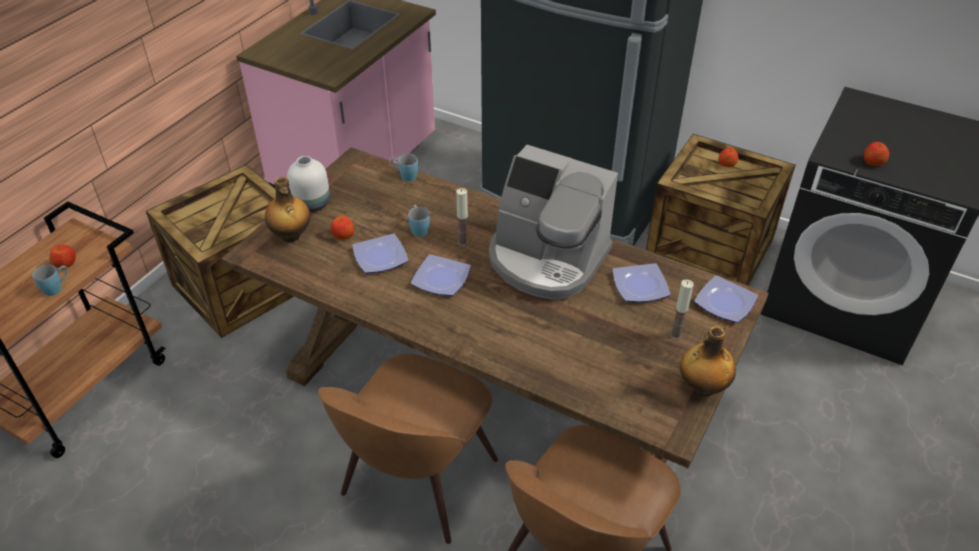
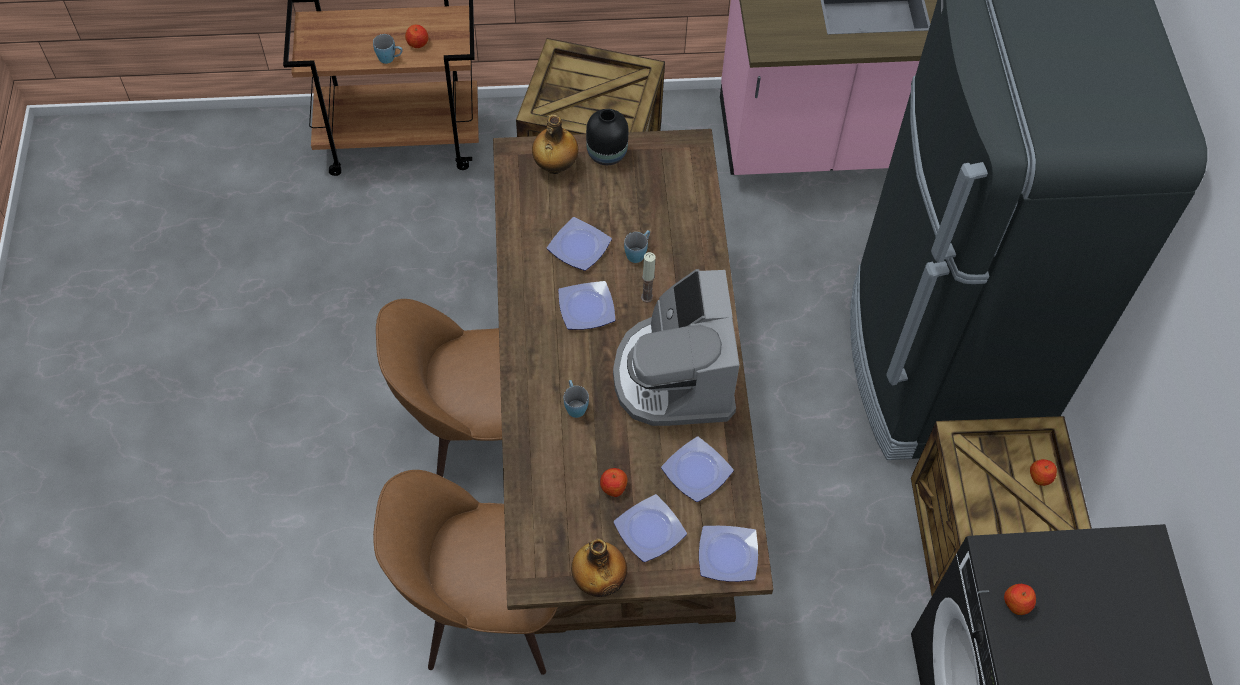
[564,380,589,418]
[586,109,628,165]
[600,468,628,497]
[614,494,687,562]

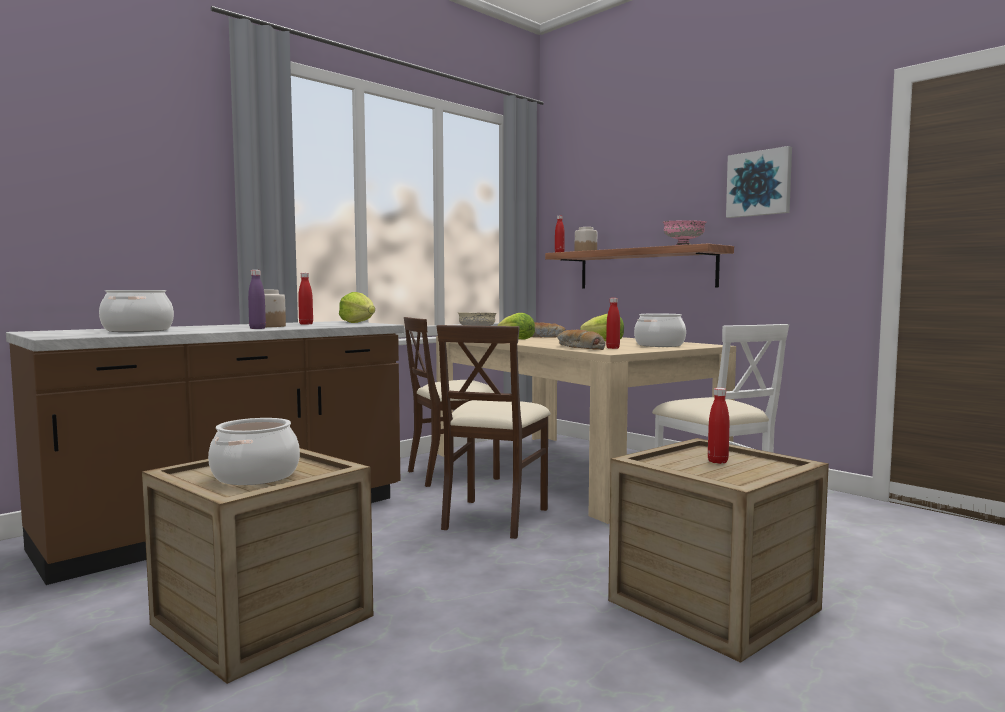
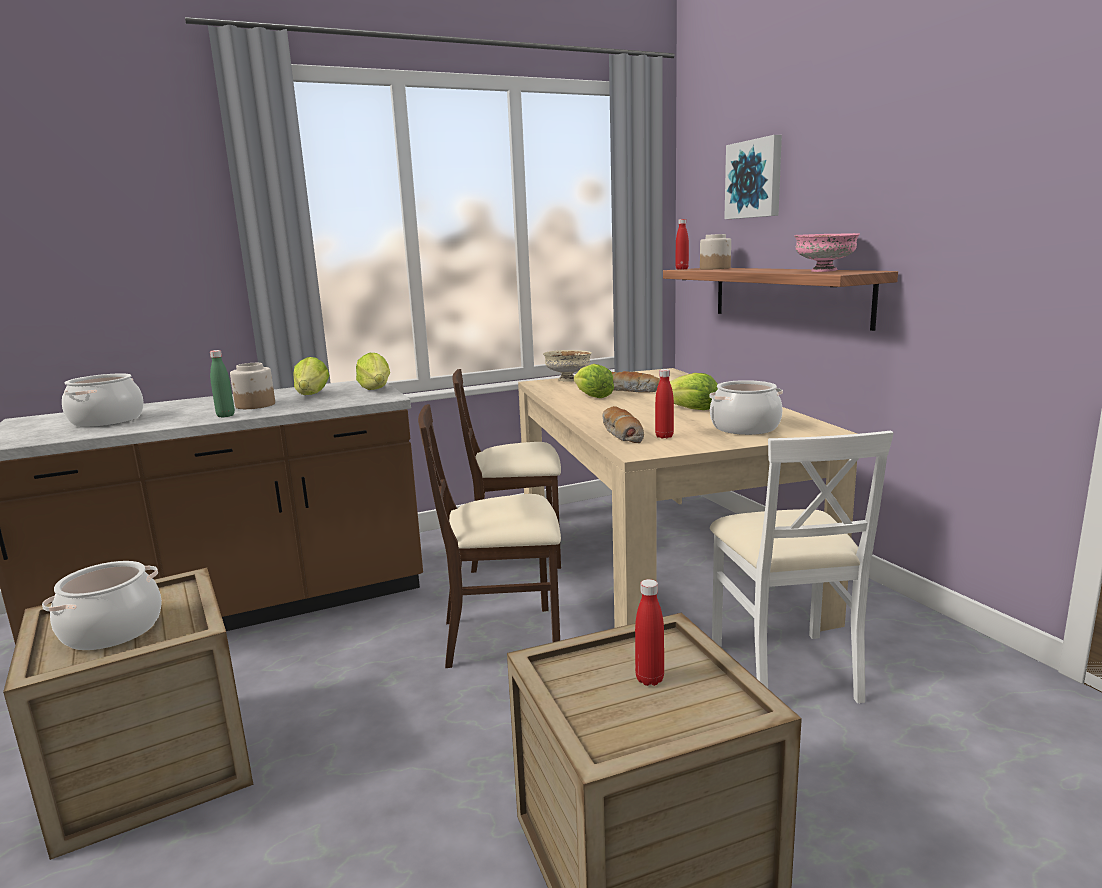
[210,350,235,417]
[293,357,330,395]
[418,404,561,668]
[724,135,782,219]

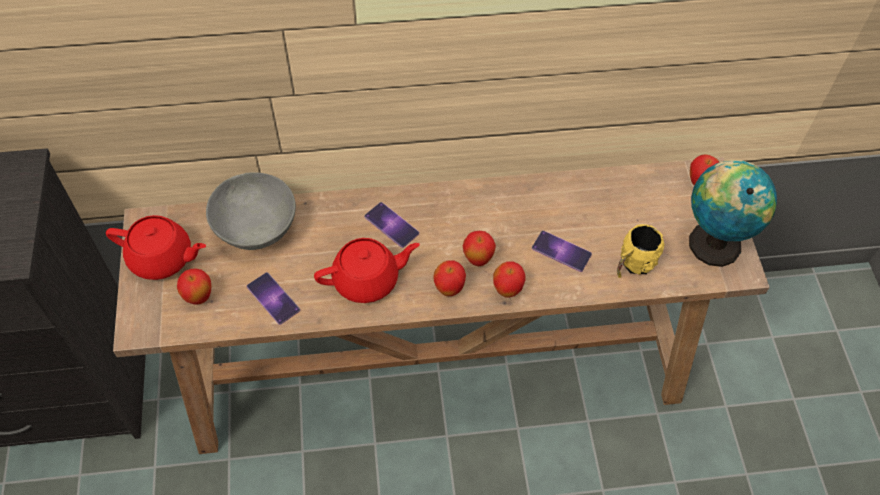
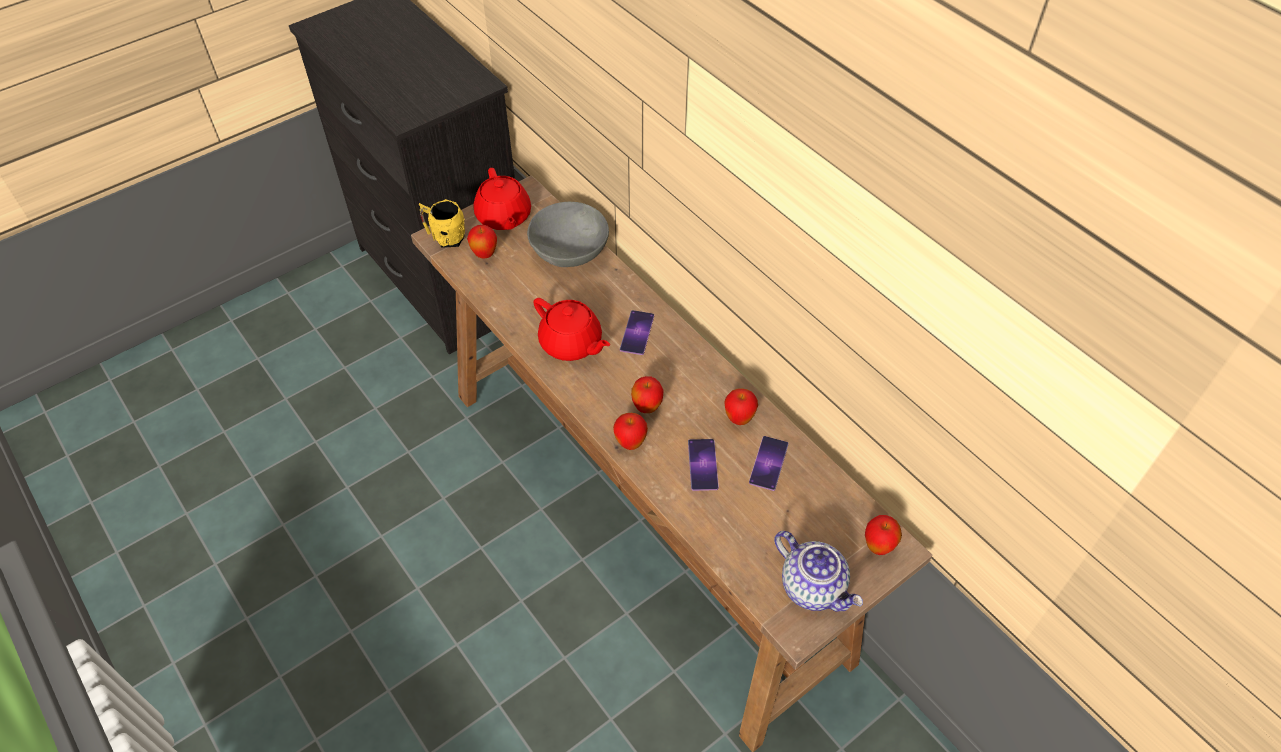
[419,199,465,248]
[724,389,758,425]
[749,436,789,491]
[774,531,863,611]

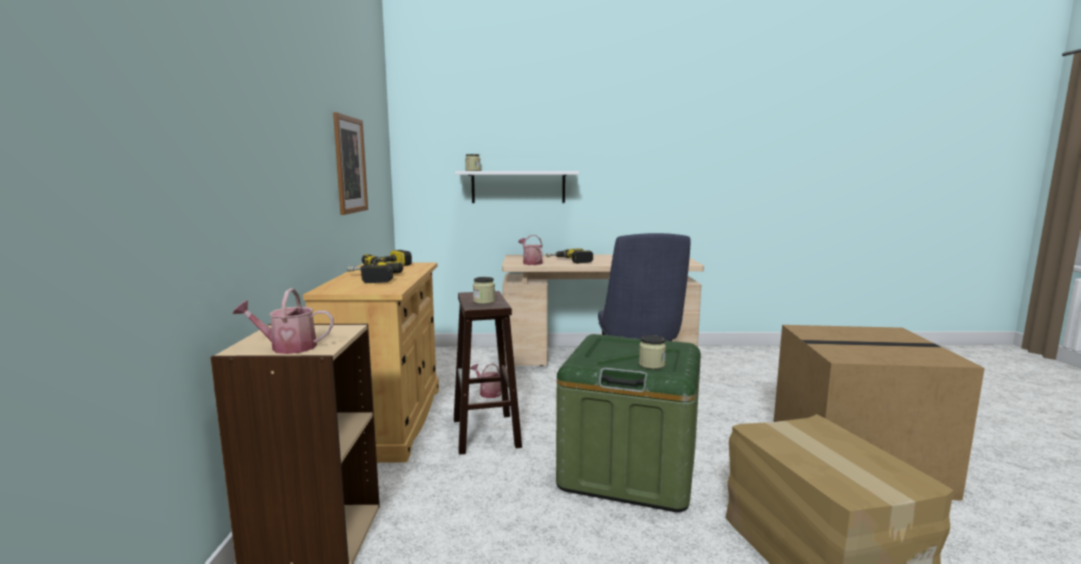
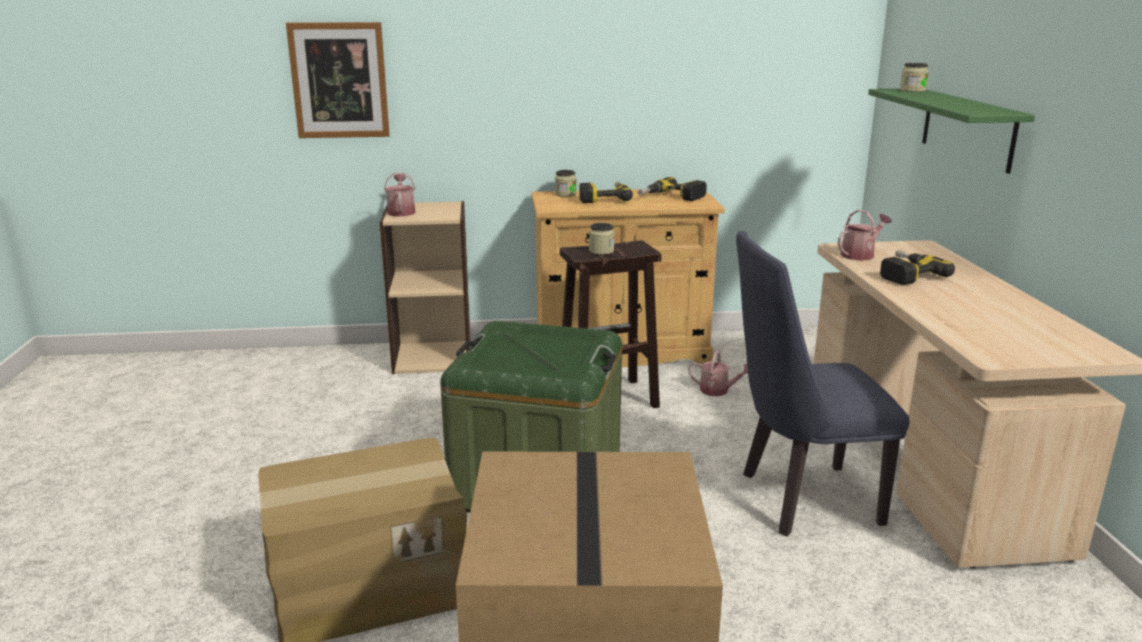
[286,22,390,138]
[555,170,577,197]
[688,351,748,396]
[868,89,1035,174]

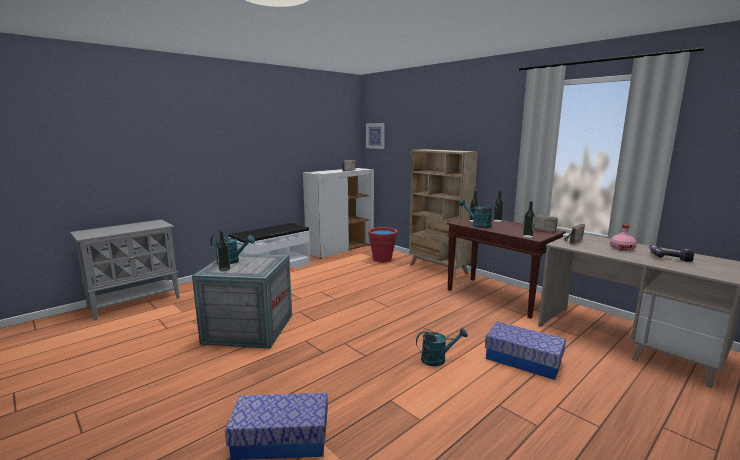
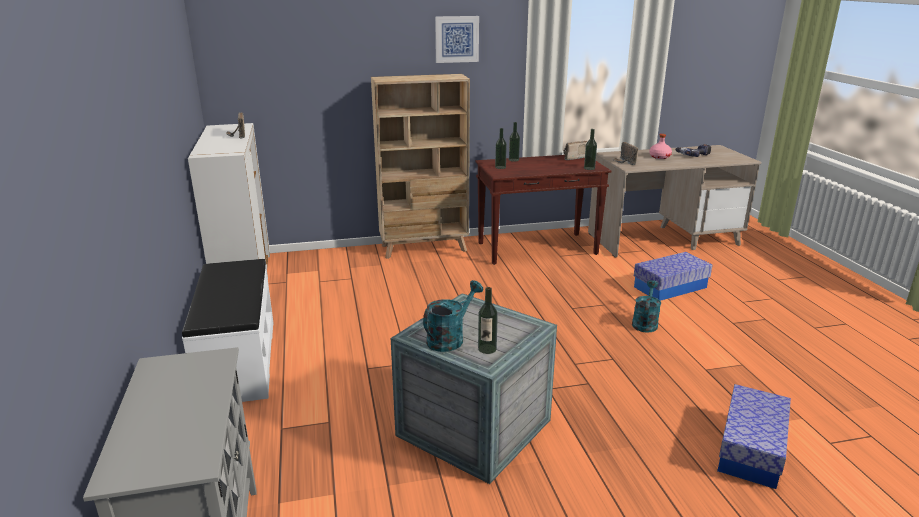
[435,16,479,63]
[368,227,398,262] (first image)
[459,199,498,228] (first image)

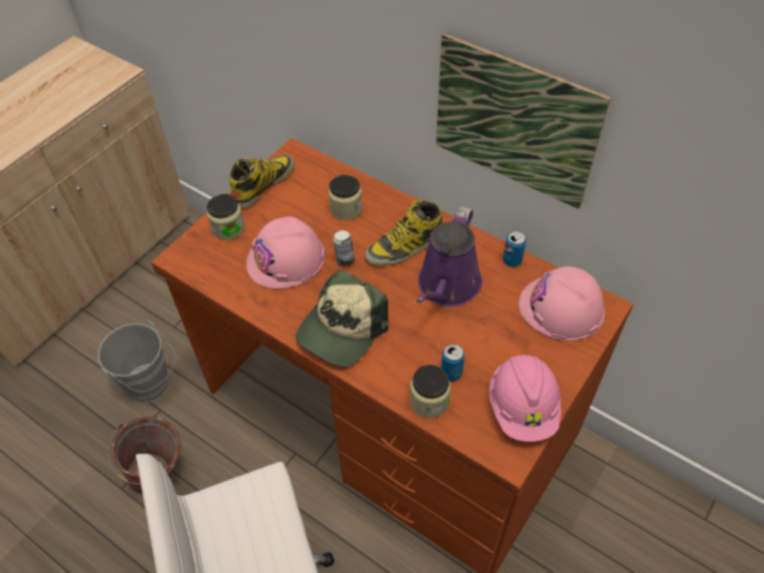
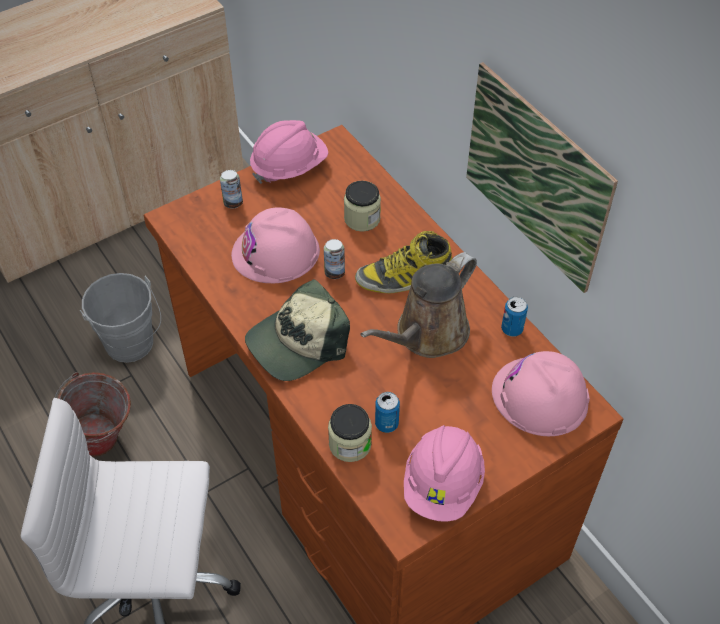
[220,170,243,209]
[250,120,328,184]
[360,252,477,358]

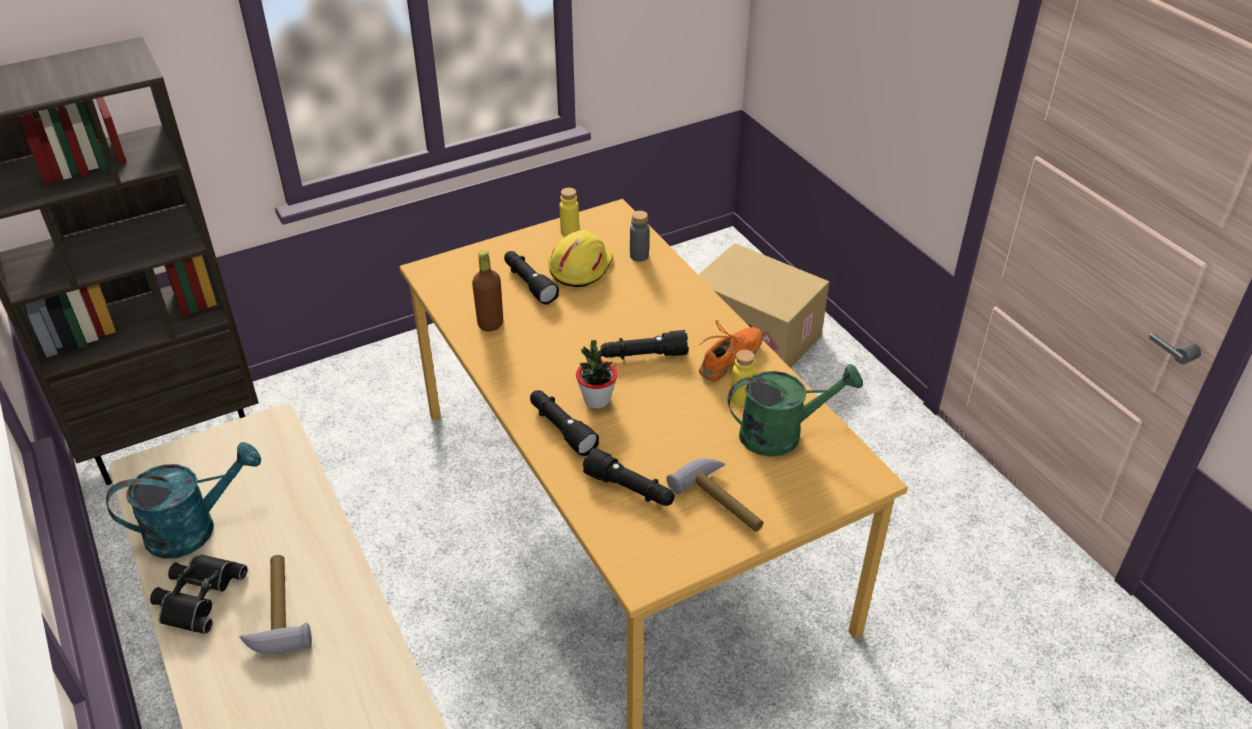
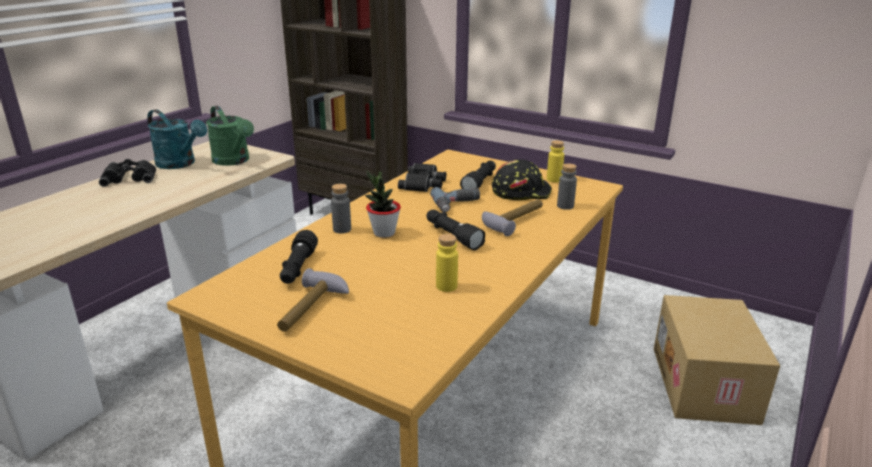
[206,106,254,166]
[331,184,351,234]
[398,163,446,192]
[430,187,480,212]
[482,199,543,236]
[492,159,552,200]
[699,320,763,381] (first image)

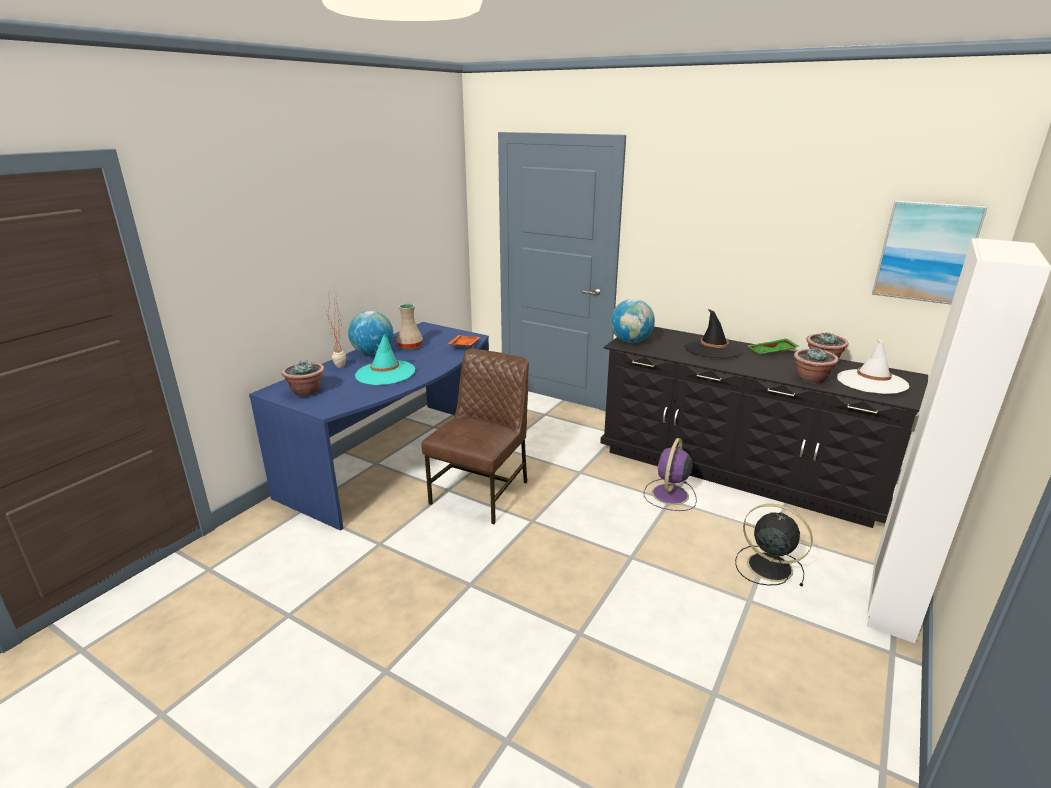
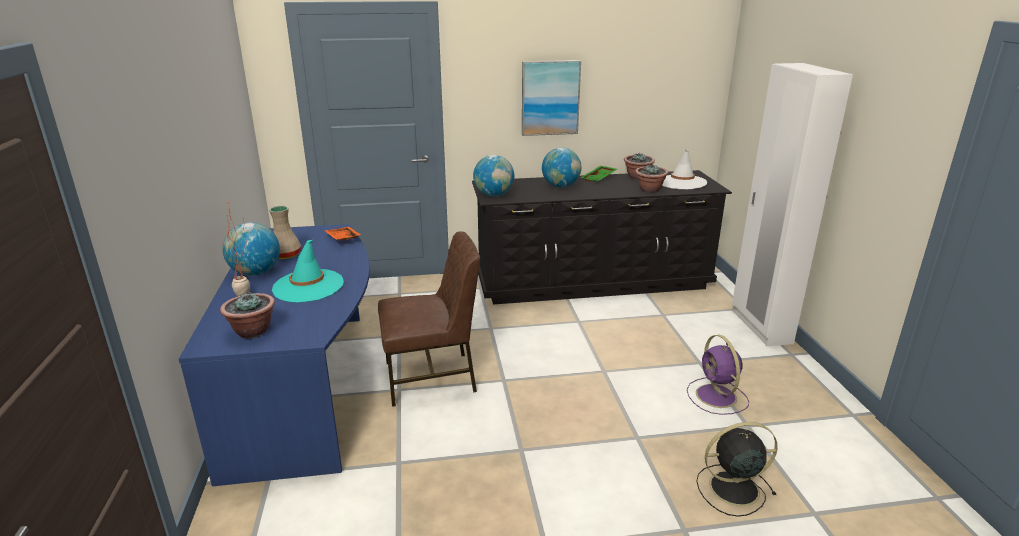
[378,231,480,407]
[522,60,581,136]
[542,147,581,188]
[687,335,749,415]
[696,422,778,517]

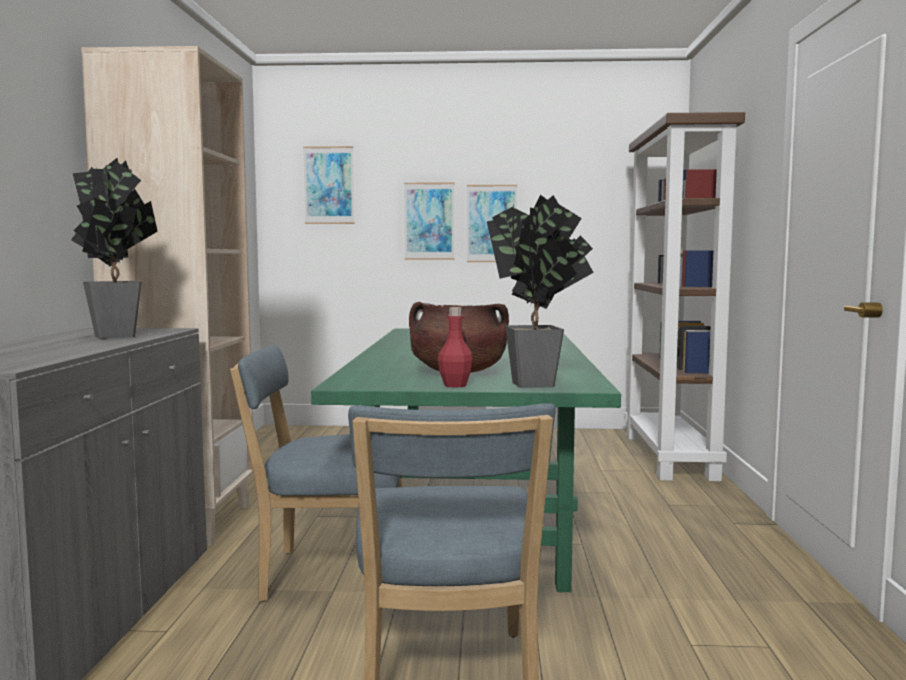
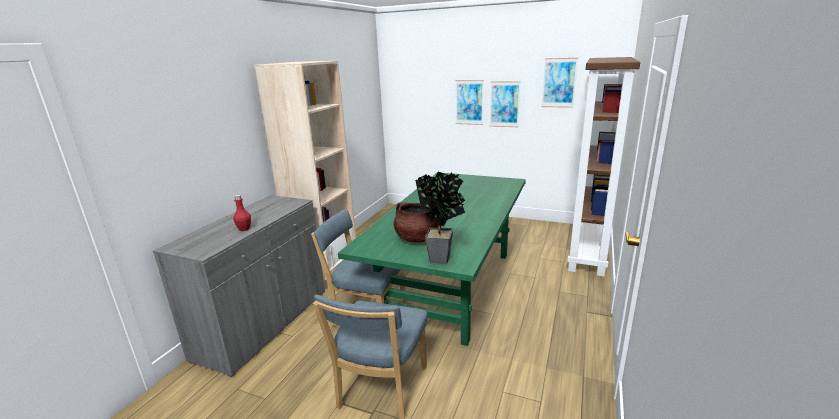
[233,195,251,231]
[541,58,578,108]
[71,158,158,339] (first image)

